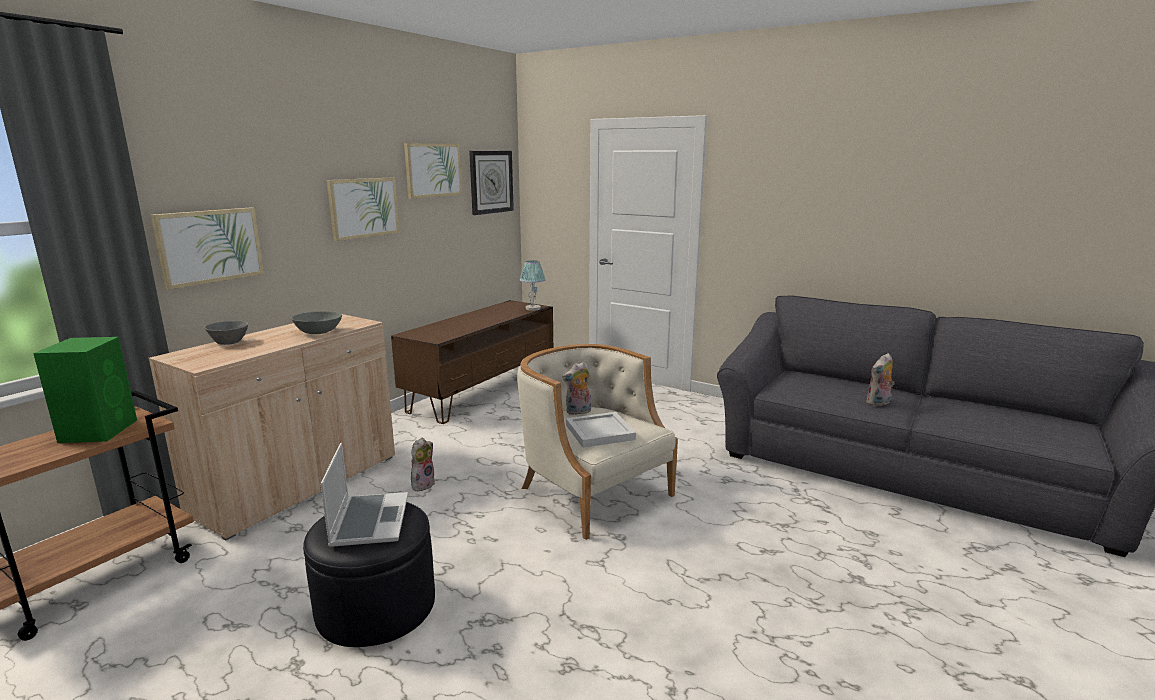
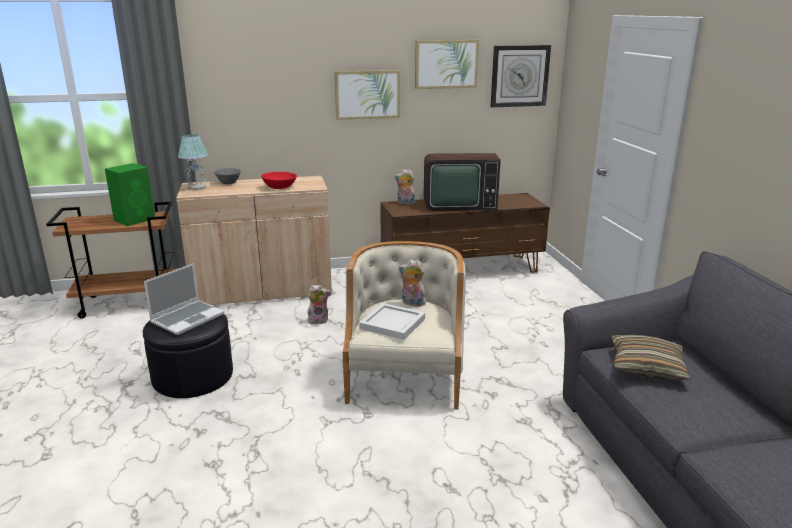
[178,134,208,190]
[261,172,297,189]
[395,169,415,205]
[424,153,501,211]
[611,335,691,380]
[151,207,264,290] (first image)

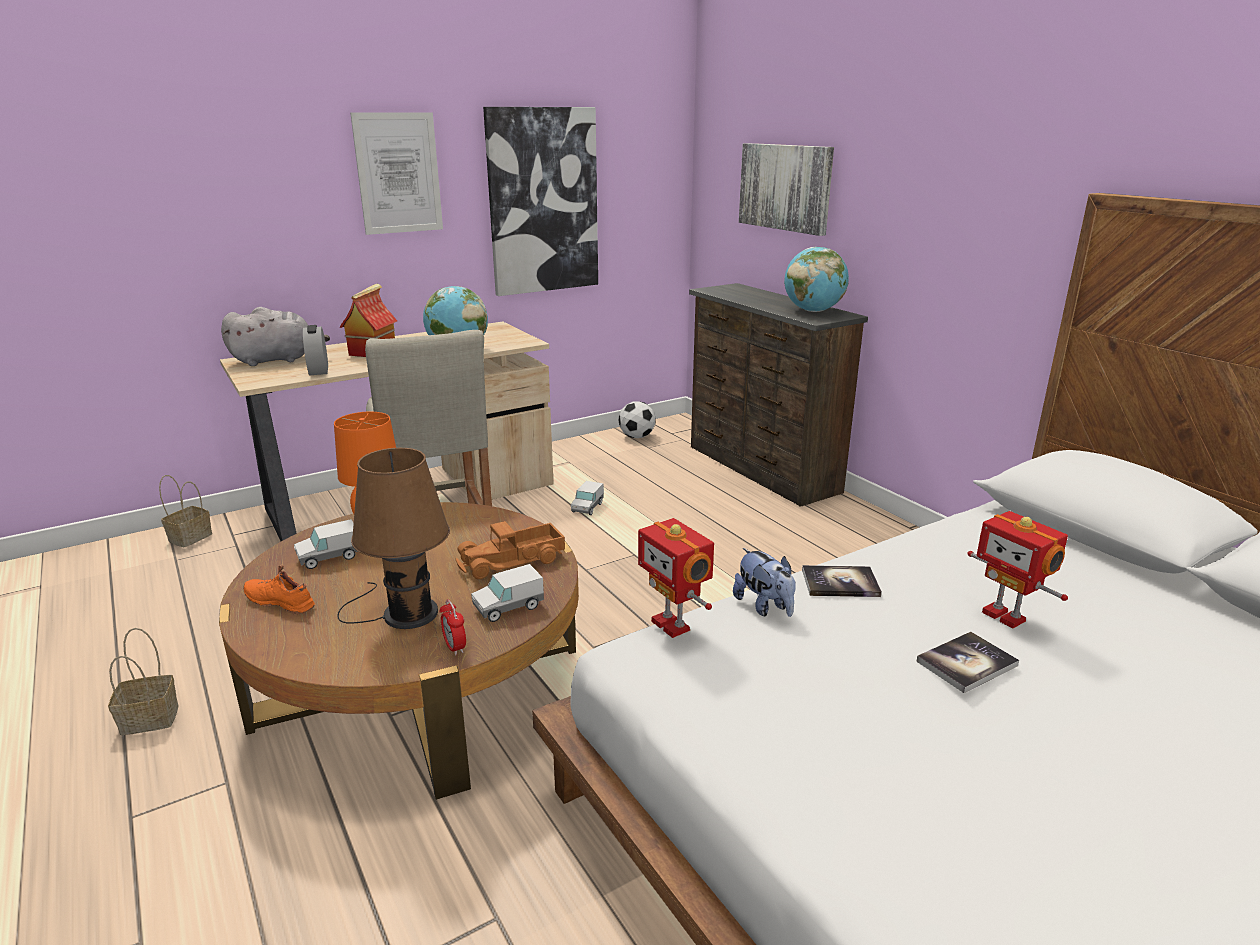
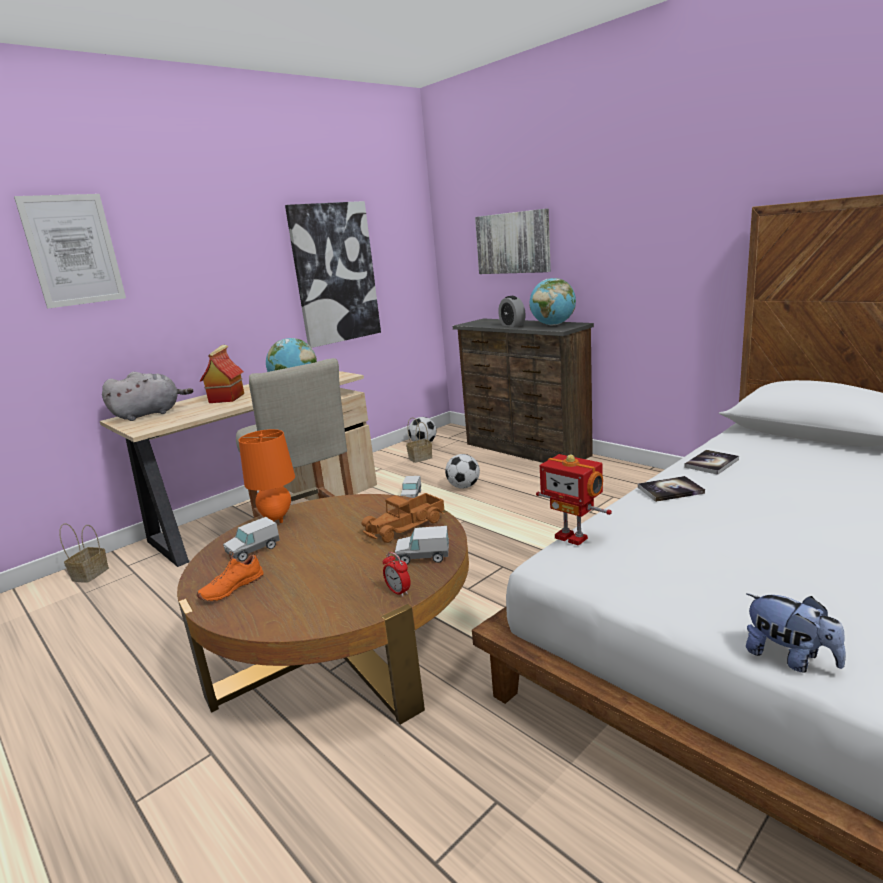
[14,194,126,309]
[197,551,264,602]
[395,526,449,564]
[406,417,432,463]
[445,454,480,488]
[498,296,525,327]
[684,450,739,475]
[746,593,846,673]
[337,448,450,629] (first image)
[967,511,1068,628] (first image)

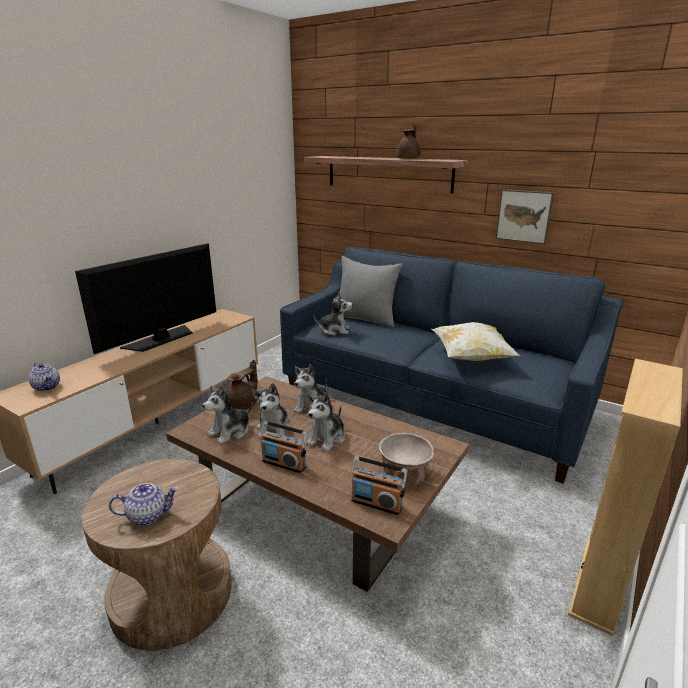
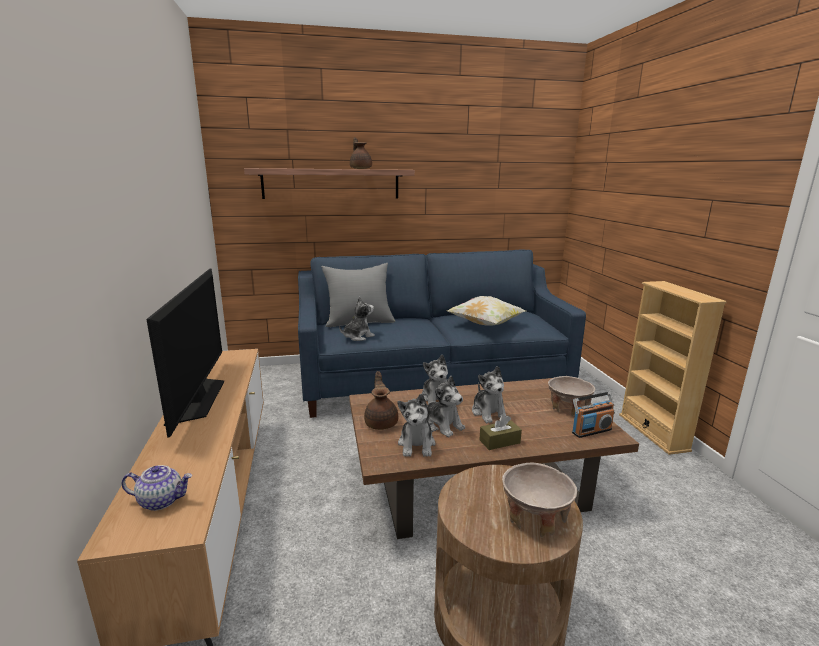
[479,415,522,450]
[502,462,577,538]
[496,189,554,244] (first image)

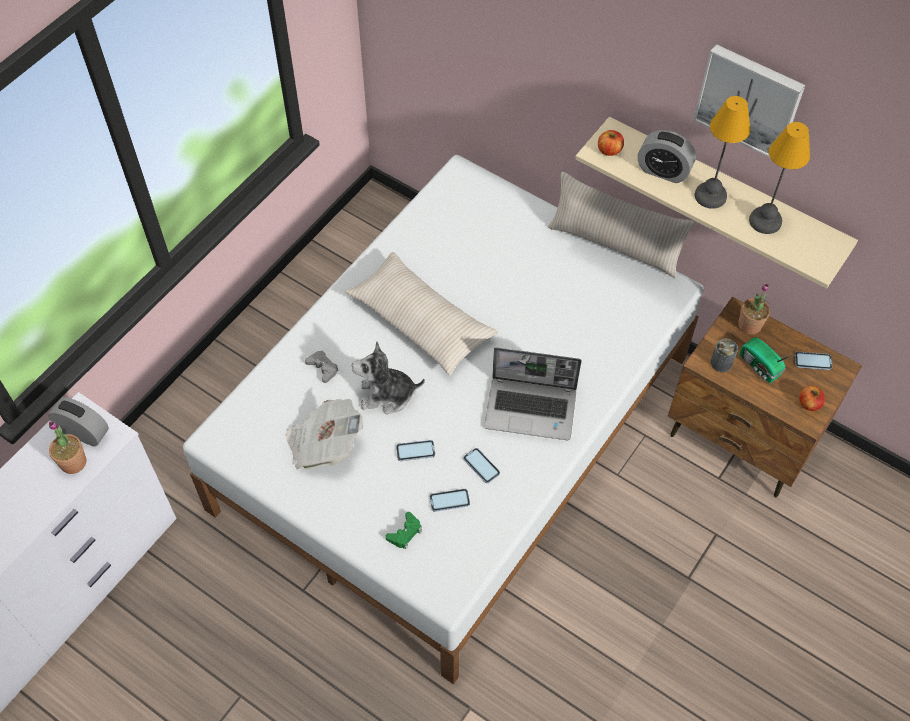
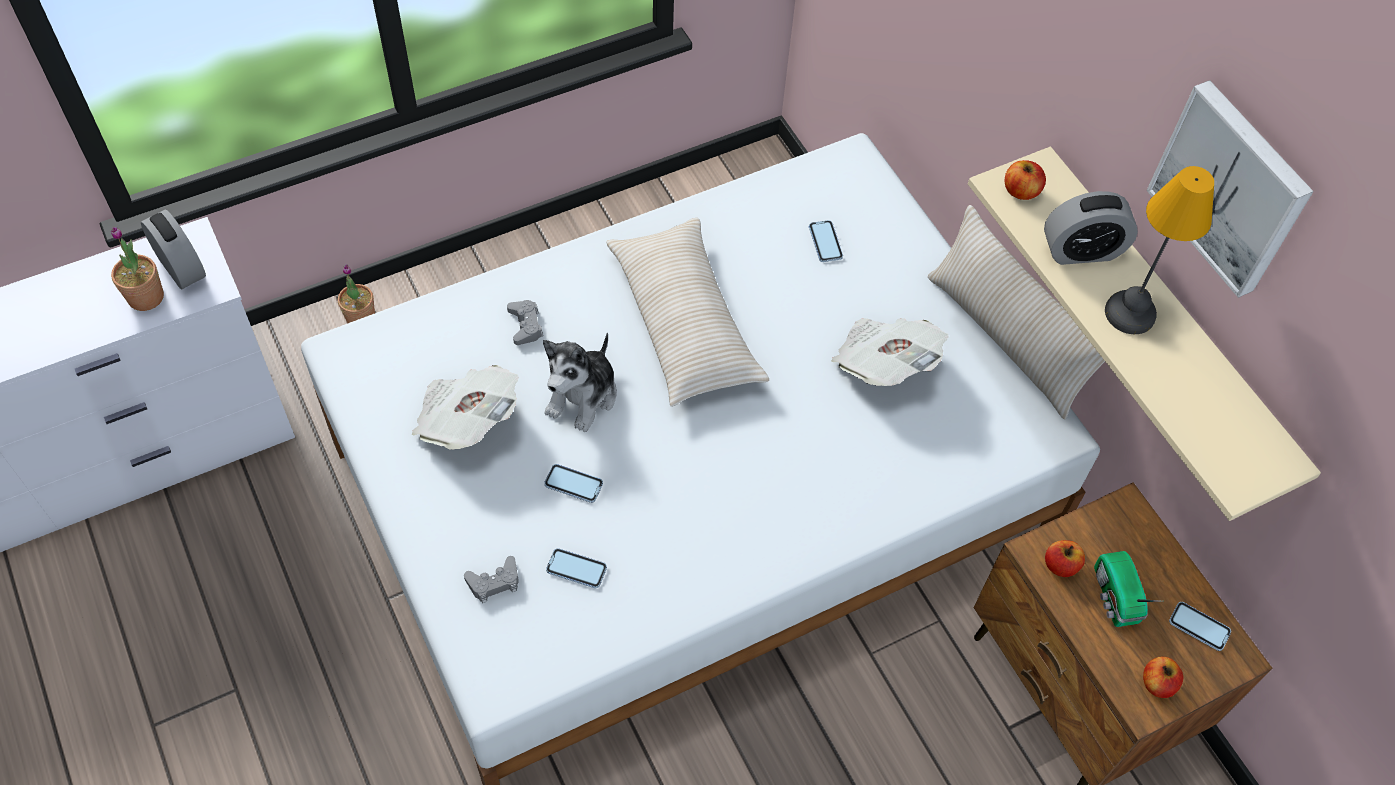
[338,264,375,323]
[464,556,519,603]
[543,333,617,432]
[809,220,843,262]
[831,318,949,386]
[1044,191,1138,265]
[1045,540,1085,577]
[484,348,582,440] (first image)
[749,122,810,234] (first image)

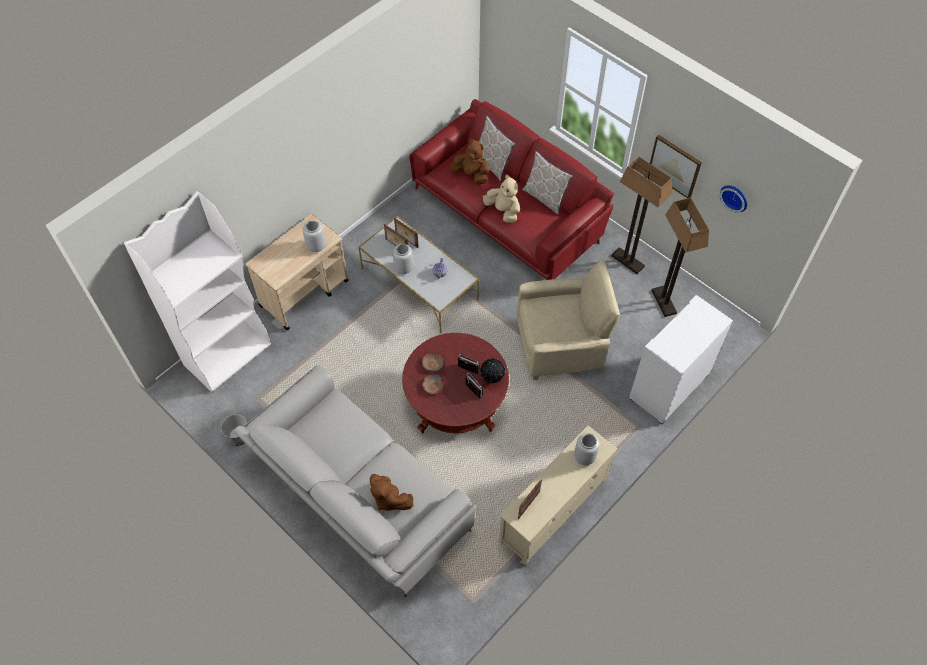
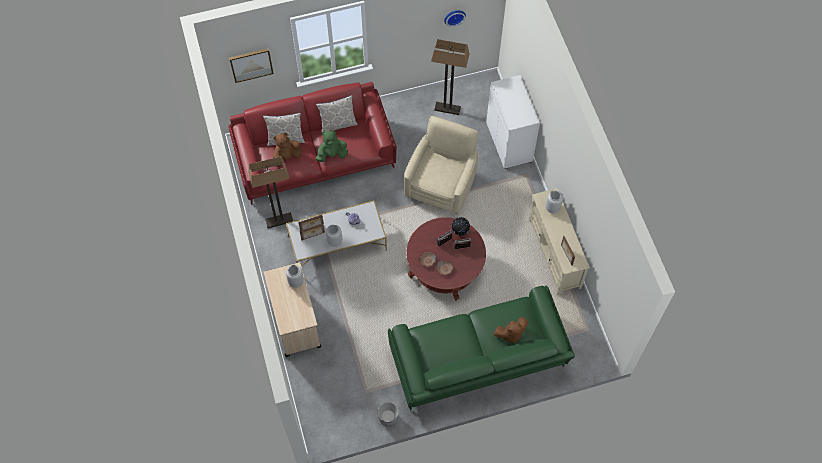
[229,48,274,83]
[248,156,293,228]
[316,131,348,162]
[388,286,575,410]
[124,191,271,392] (first image)

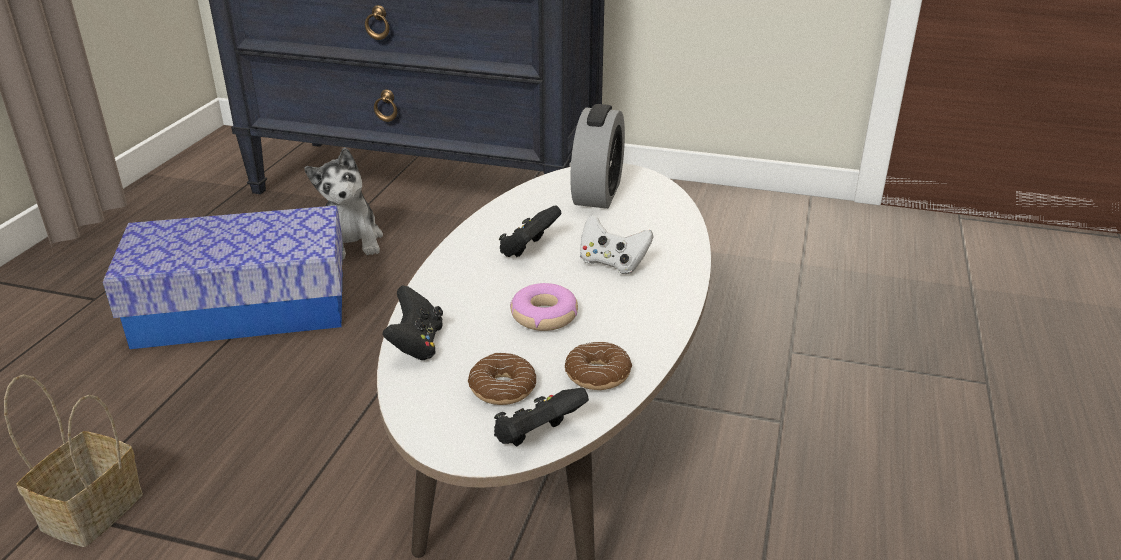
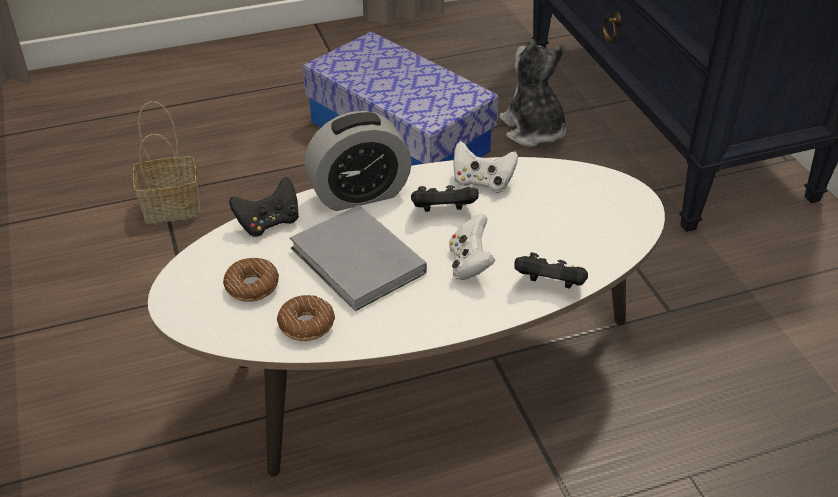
[290,205,427,311]
[305,111,412,211]
[453,141,518,193]
[499,39,566,147]
[514,252,588,289]

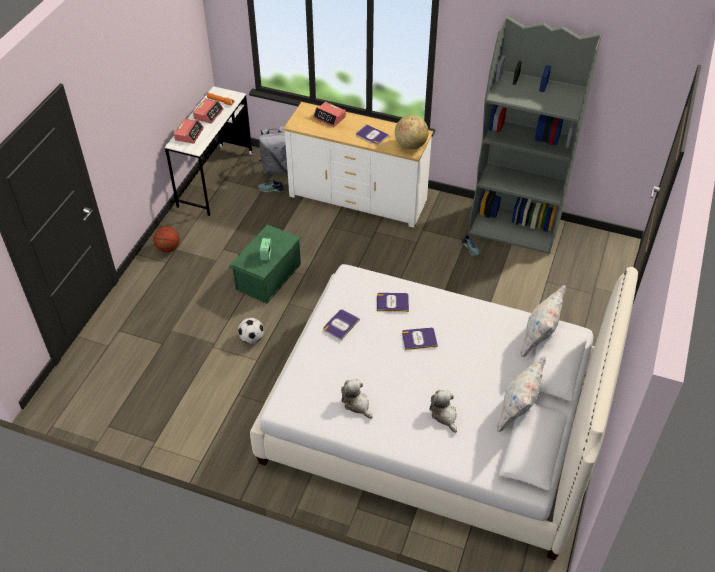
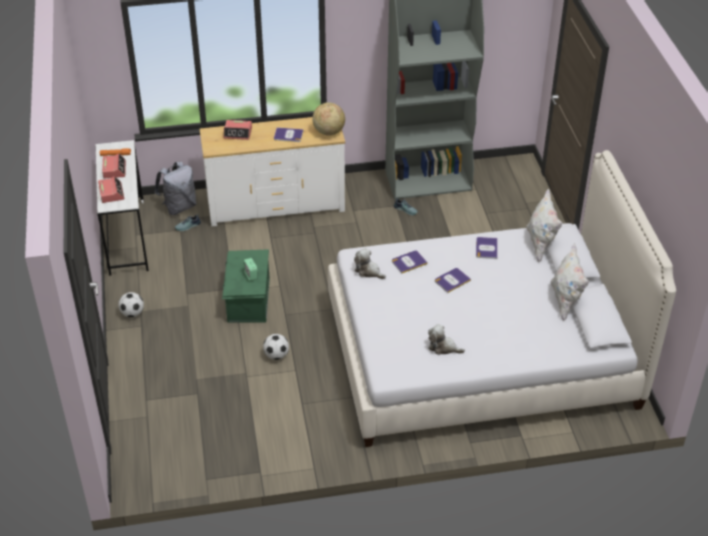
[118,292,144,317]
[354,248,386,279]
[476,237,498,259]

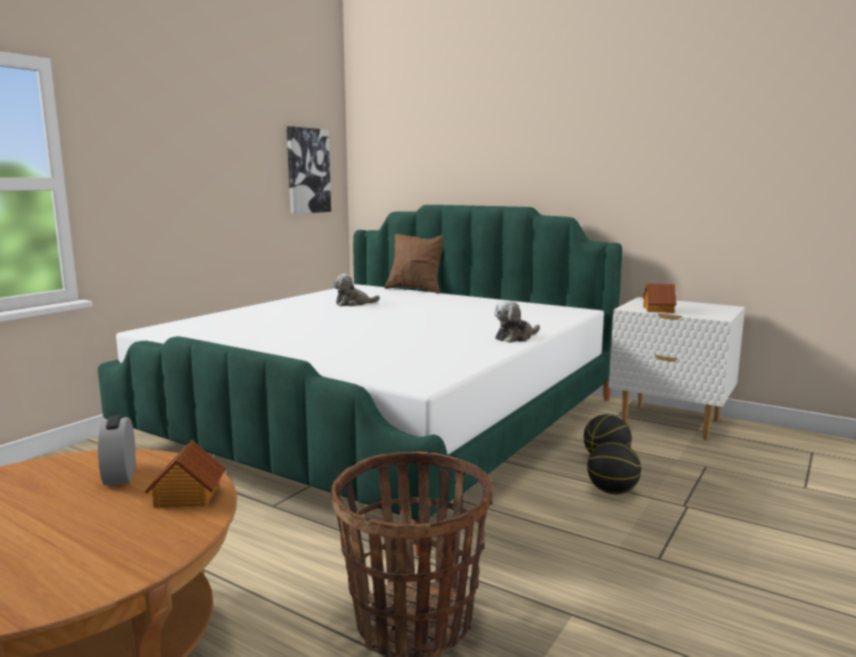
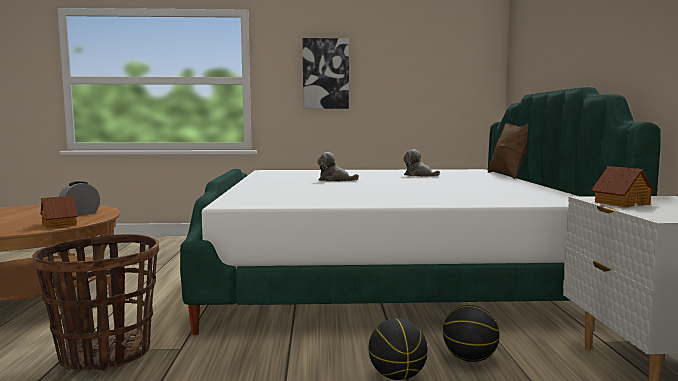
[303,38,349,109]
[317,152,359,181]

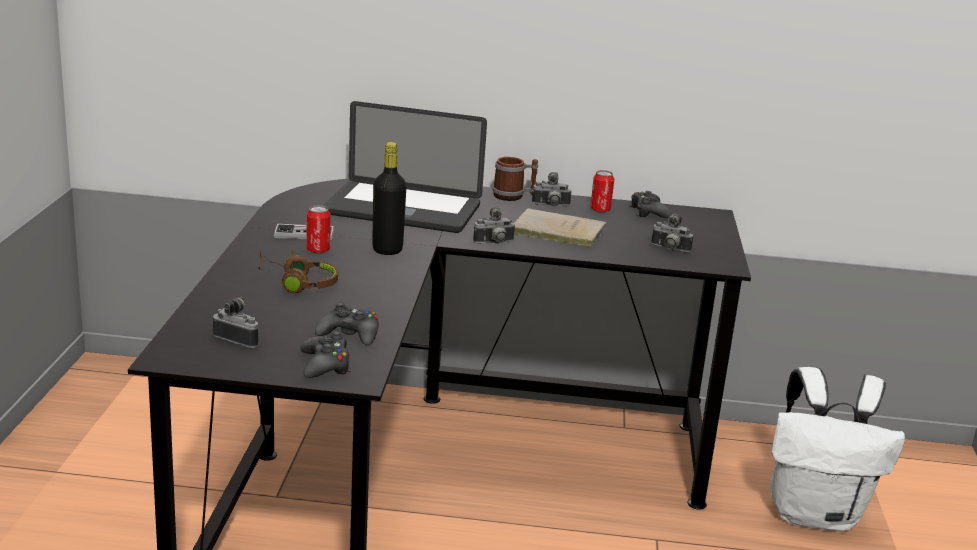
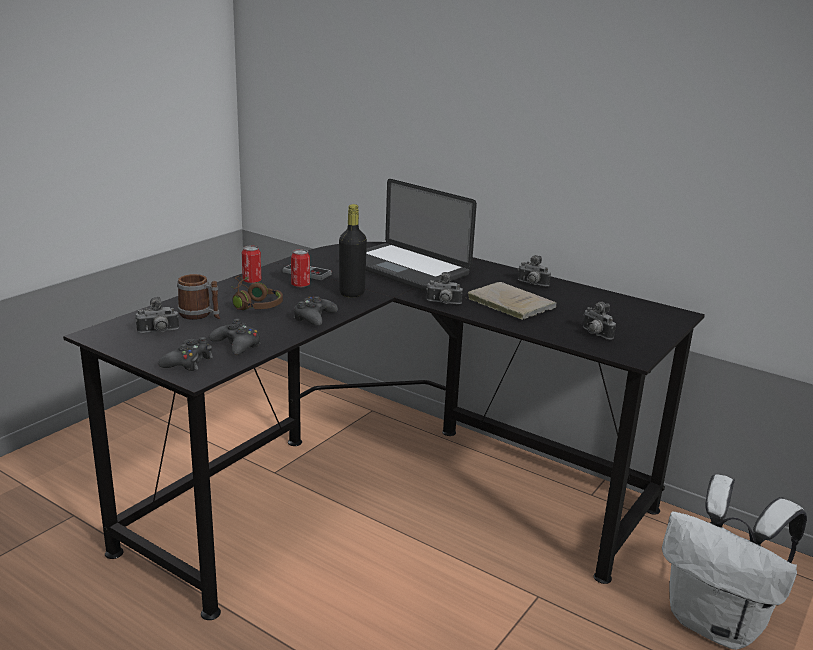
[136,297,179,333]
[177,274,220,320]
[242,245,261,284]
[294,296,338,326]

